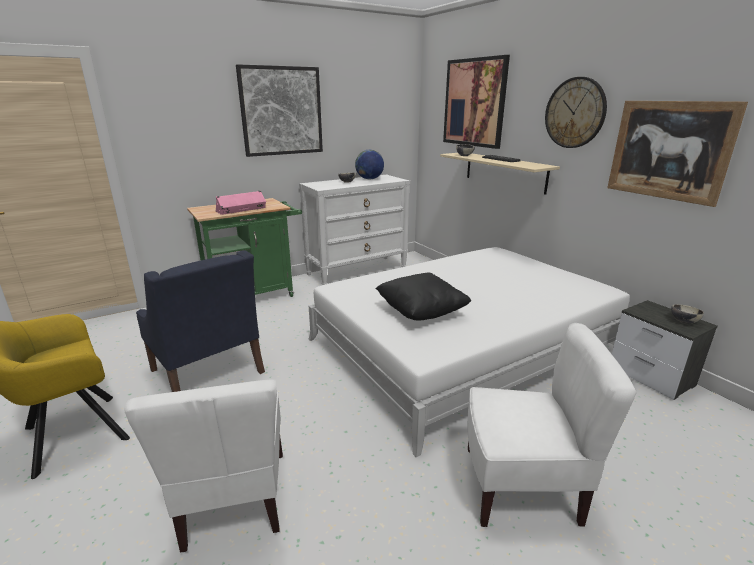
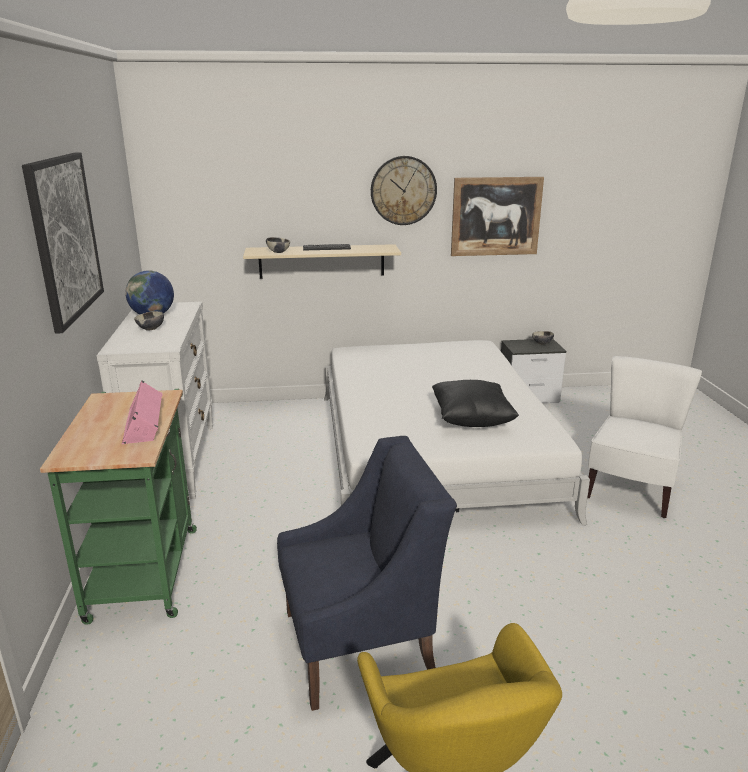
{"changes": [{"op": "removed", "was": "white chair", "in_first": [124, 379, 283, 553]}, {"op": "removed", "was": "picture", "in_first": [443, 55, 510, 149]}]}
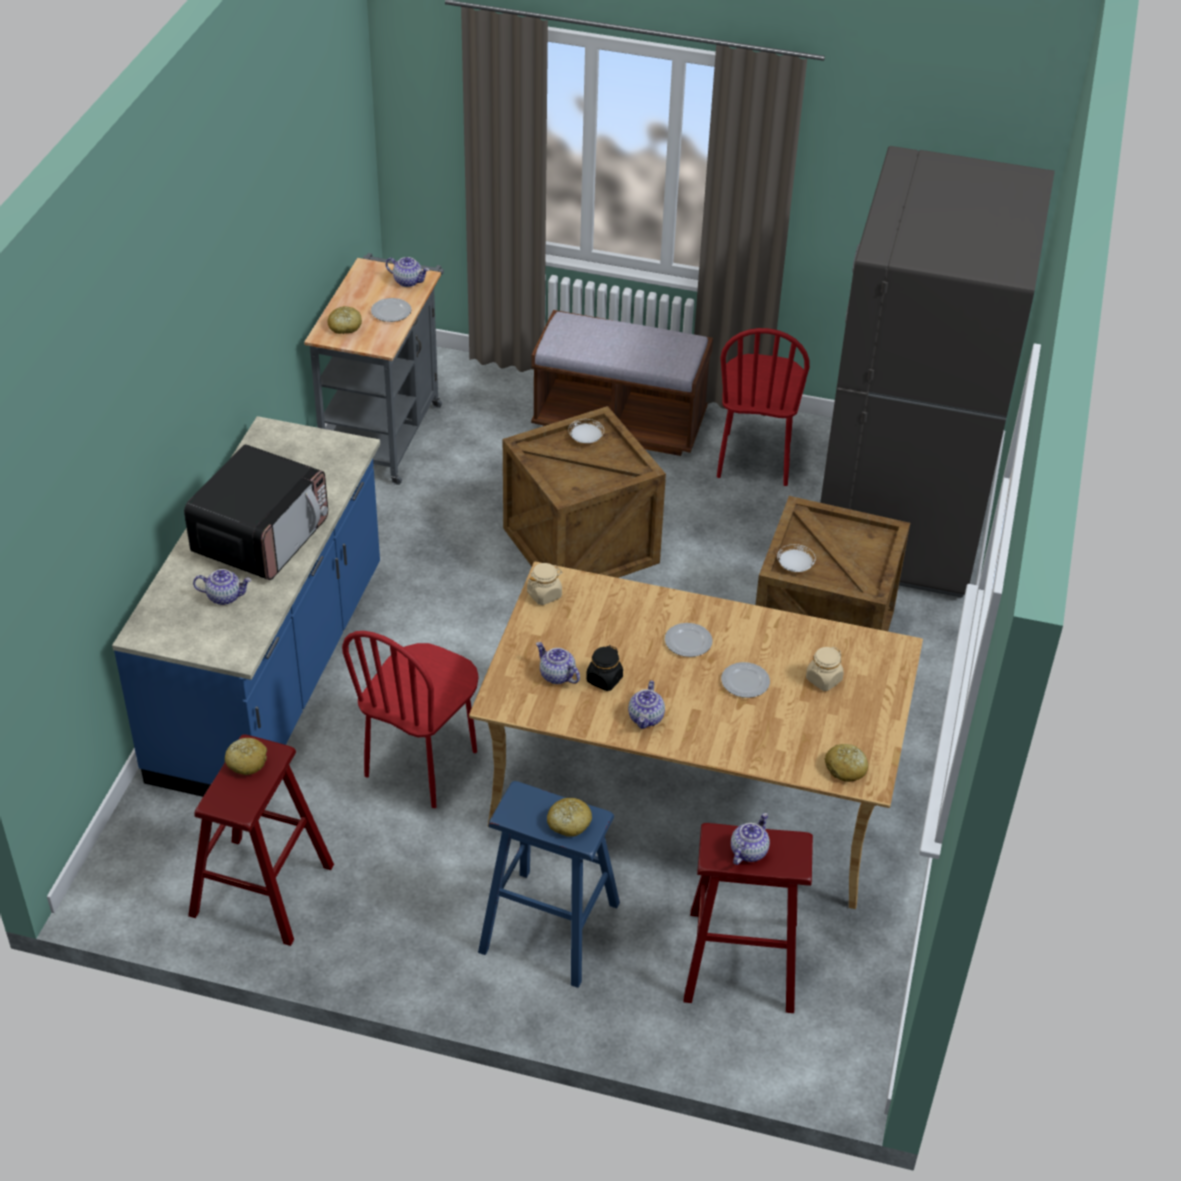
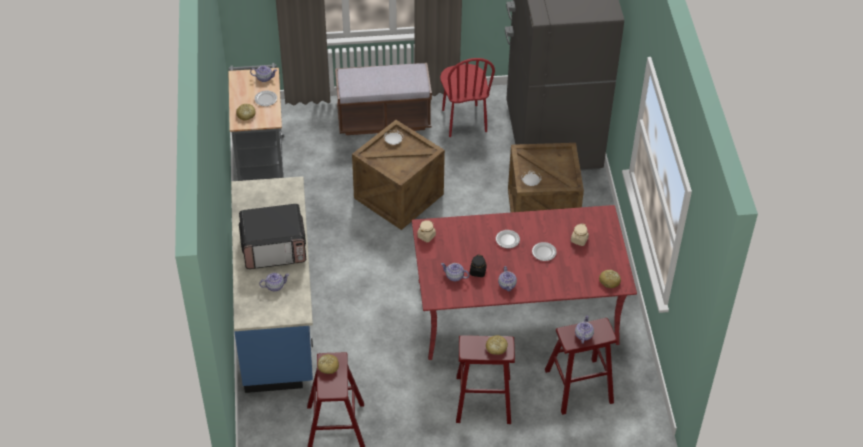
{"changes": [{"op": "removed", "was": "red chair", "in_first": [342, 631, 479, 808]}, {"op": "recoloured", "was": "beige dining table", "now": "red dining table", "in_first": [469, 562, 923, 909], "in_second": [412, 205, 637, 360]}, {"op": "recoloured", "was": "blue stool", "now": "red stool", "in_first": [478, 781, 620, 988], "in_second": [456, 335, 515, 424]}, {"op": "turned", "was": "microwave", "in_first": [184, 444, 328, 580], "in_second": [239, 204, 306, 269], "clockwise": 75}]}
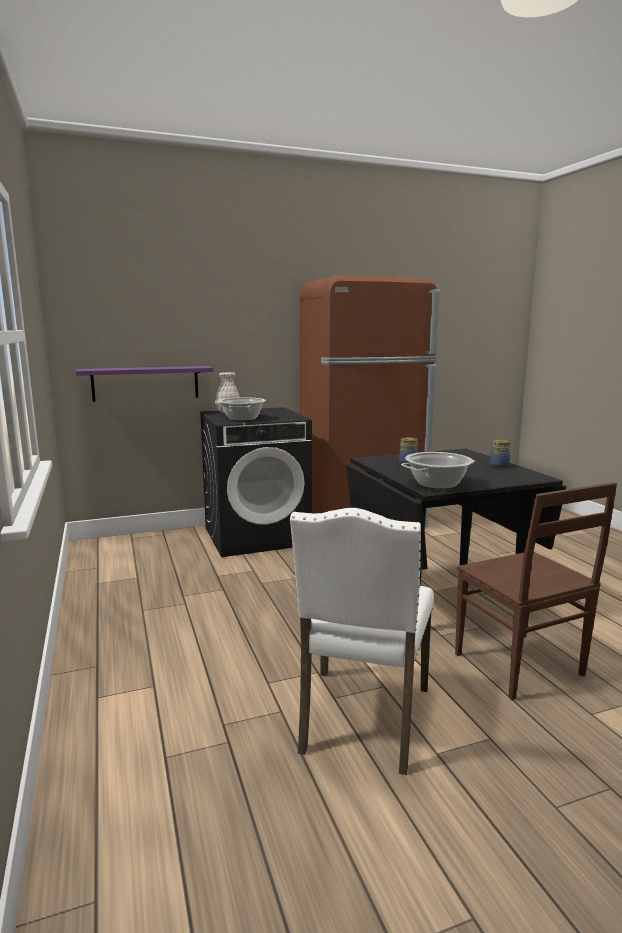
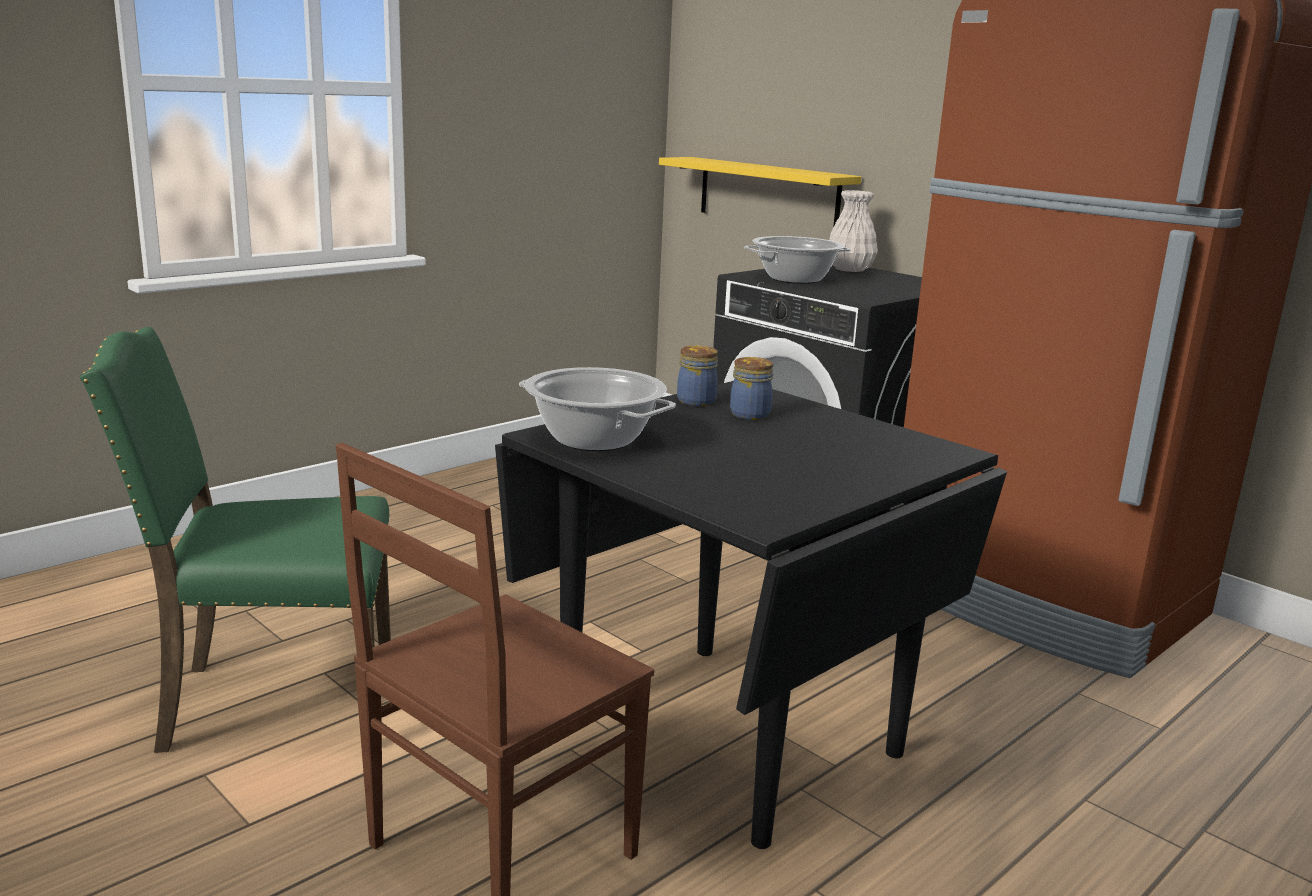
{"changes": [{"op": "moved", "was": "jar", "in_first": [489, 440, 511, 468], "in_second": [677, 345, 718, 406]}, {"op": "recoloured", "was": "purple shelf", "now": "yellow shelf", "in_first": [75, 366, 213, 402], "in_second": [659, 157, 861, 227]}, {"op": "recoloured", "was": "white chair", "now": "green chair", "in_first": [290, 508, 434, 775], "in_second": [80, 327, 391, 753]}]}
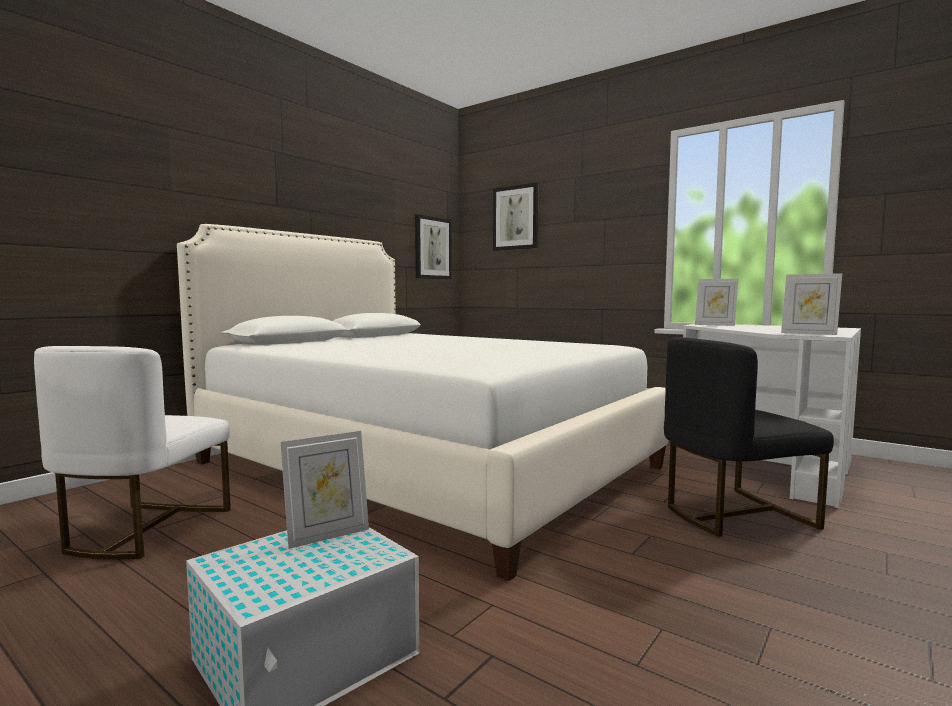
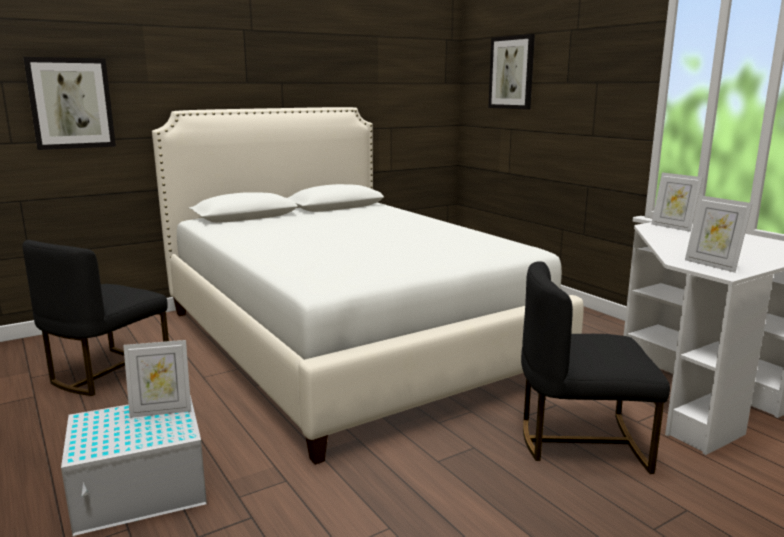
{"changes": [{"op": "moved", "was": "picture", "in_first": [415, 214, 452, 279], "in_second": [23, 57, 116, 150]}, {"op": "recoloured", "was": "white chair", "now": "black chair", "in_first": [34, 346, 231, 560], "in_second": [22, 240, 169, 396]}]}
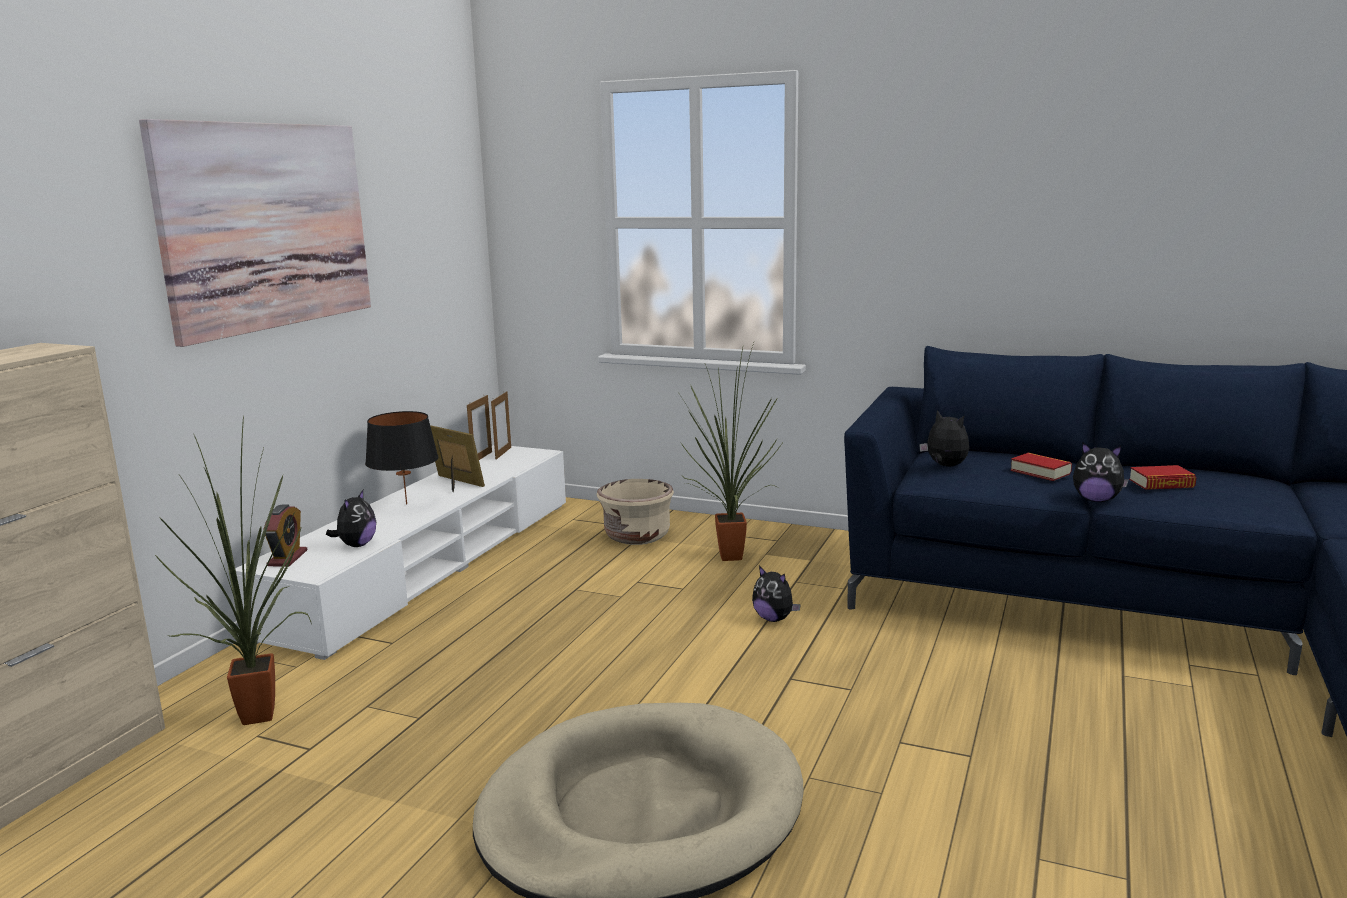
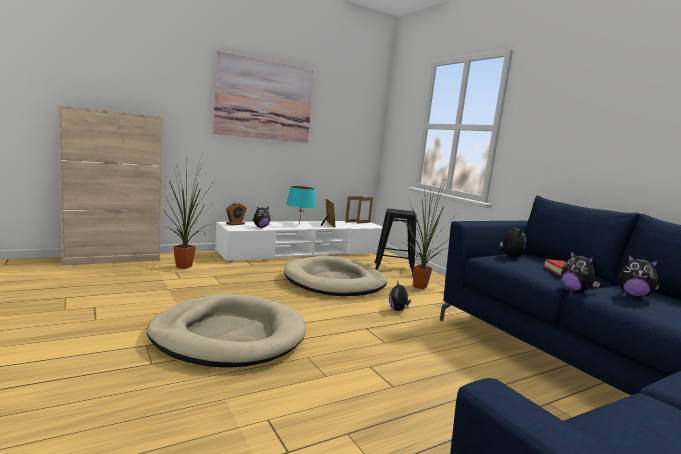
{"changes": [{"op": "added", "now": "beige dog bed", "in_second": [284, 256, 388, 296]}, {"op": "replaced", "was": "beige planter", "now": "black stool", "in_first": [596, 479, 674, 545], "in_second": [375, 208, 417, 277]}, {"op": "replaced", "was": "book", "now": "plush toy", "in_first": [1129, 465, 1196, 490], "in_second": [618, 254, 659, 297]}, {"op": "recoloured", "was": "black table lamp", "now": "turquoise table lamp", "in_first": [365, 411, 439, 505], "in_second": [287, 186, 316, 224]}]}
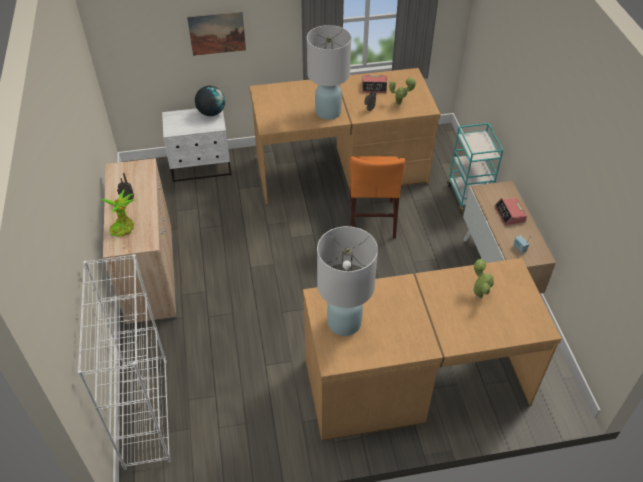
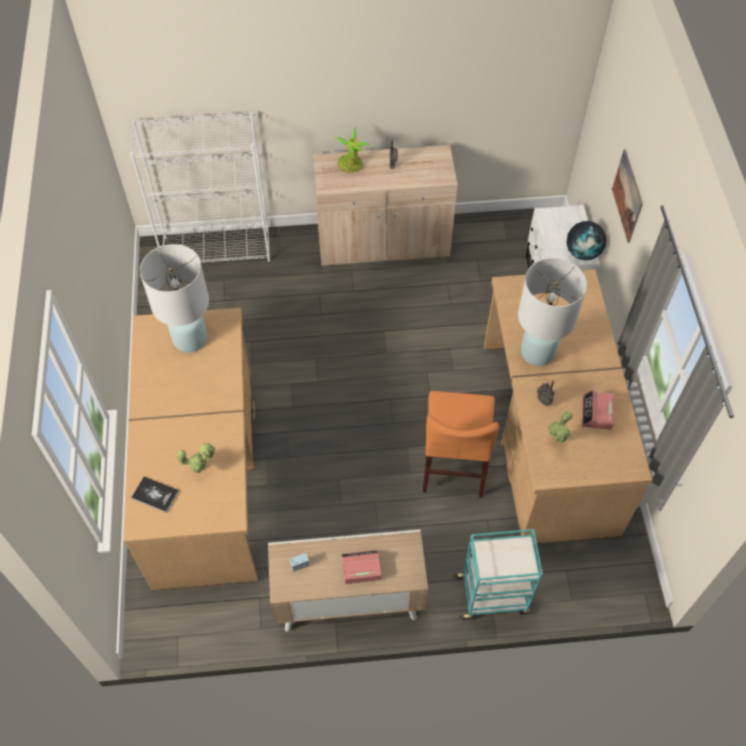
{"changes": [{"op": "added", "now": "book", "in_second": [131, 477, 179, 513]}, {"op": "turned", "was": "orange chair", "in_first": [349, 156, 405, 238], "in_second": [423, 391, 499, 498], "clockwise": -90}]}
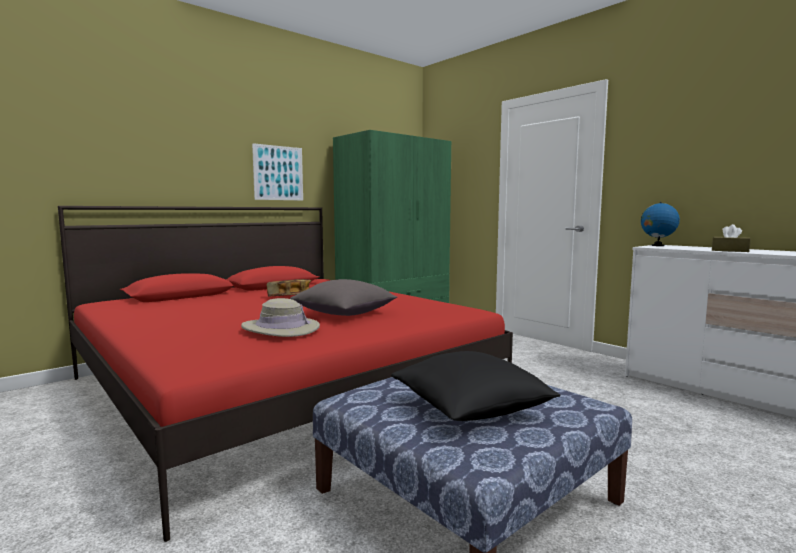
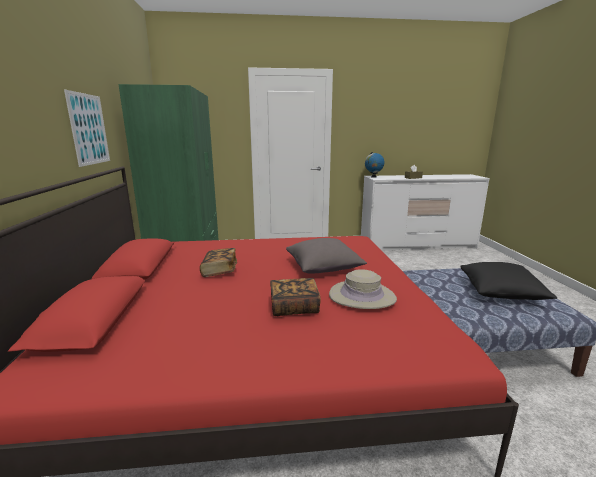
{"changes": [{"op": "added", "now": "book", "in_second": [270, 278, 321, 316]}]}
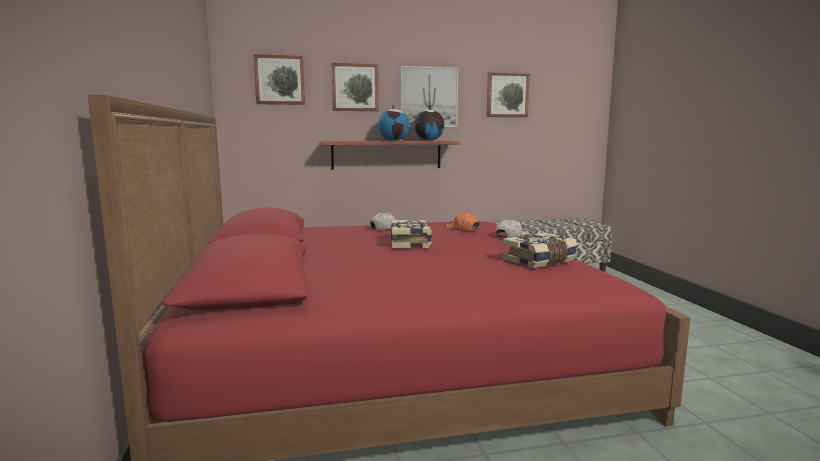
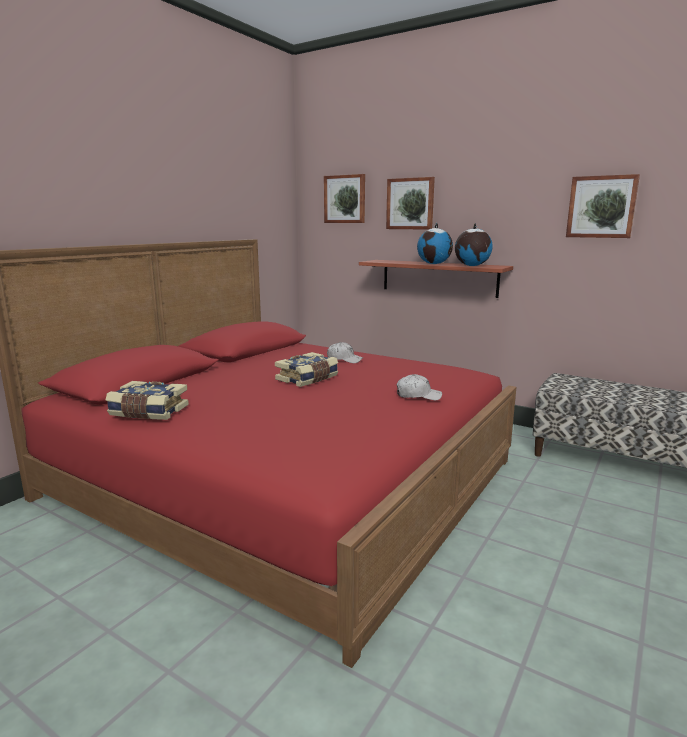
{"changes": [{"op": "removed", "was": "picture", "in_first": [400, 66, 458, 127]}, {"op": "removed", "was": "orange cap", "in_first": [446, 212, 479, 230]}, {"op": "moved", "was": "book", "in_first": [502, 232, 577, 268], "in_second": [106, 381, 189, 420]}]}
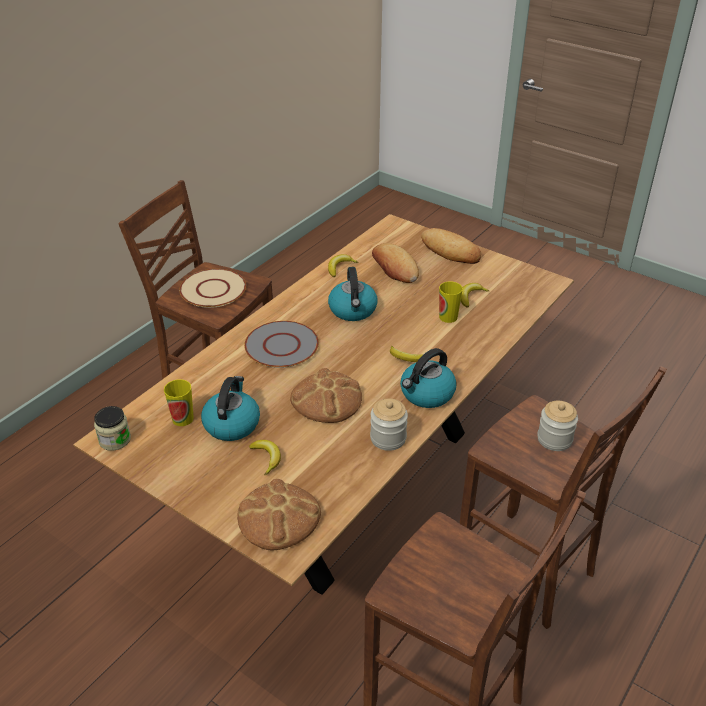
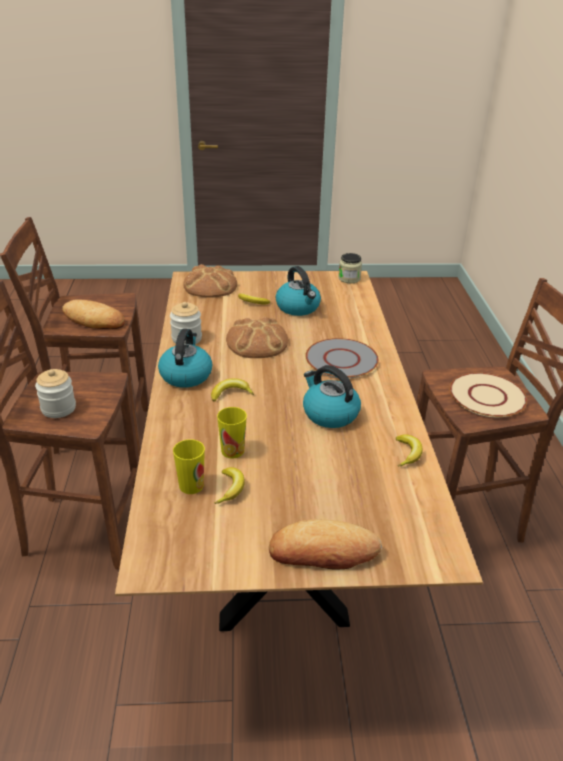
{"changes": [{"op": "moved", "was": "cup", "in_first": [164, 379, 194, 426], "in_second": [173, 439, 205, 494]}, {"op": "moved", "was": "bread", "in_first": [372, 243, 419, 283], "in_second": [62, 299, 125, 329]}]}
